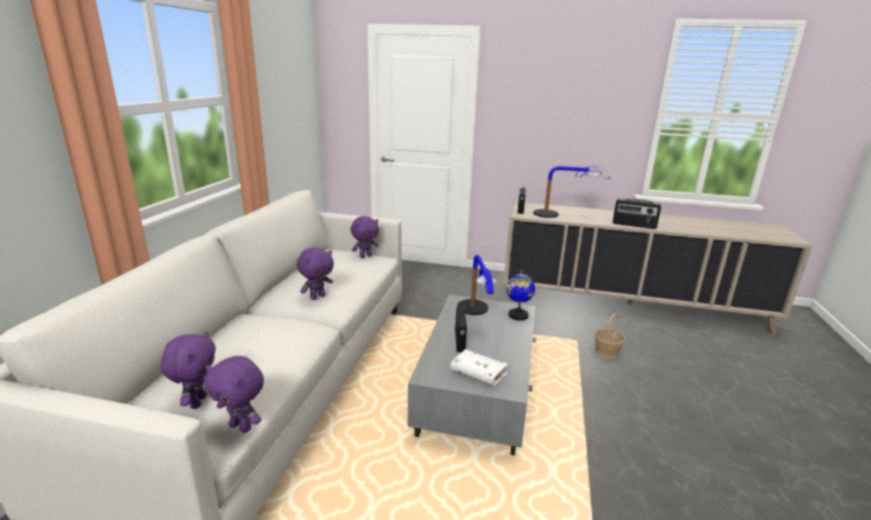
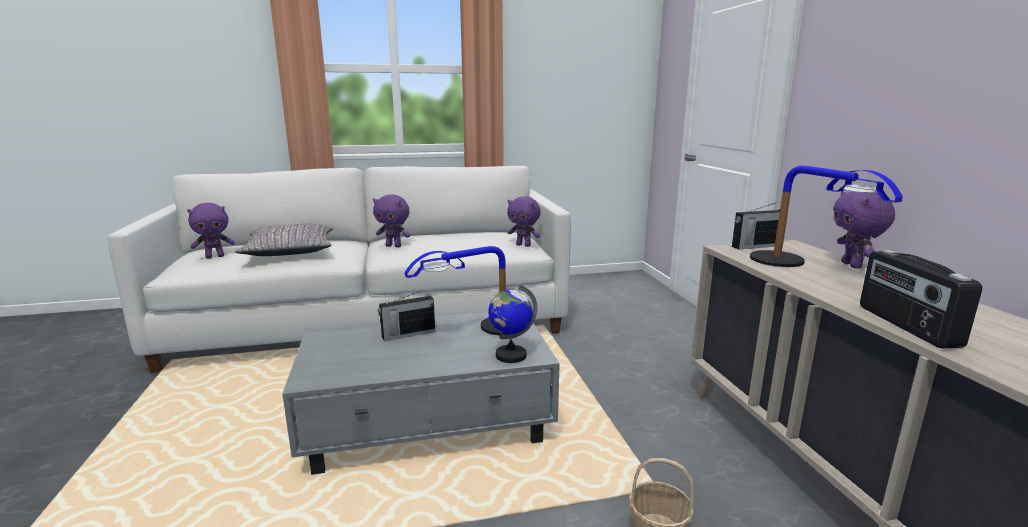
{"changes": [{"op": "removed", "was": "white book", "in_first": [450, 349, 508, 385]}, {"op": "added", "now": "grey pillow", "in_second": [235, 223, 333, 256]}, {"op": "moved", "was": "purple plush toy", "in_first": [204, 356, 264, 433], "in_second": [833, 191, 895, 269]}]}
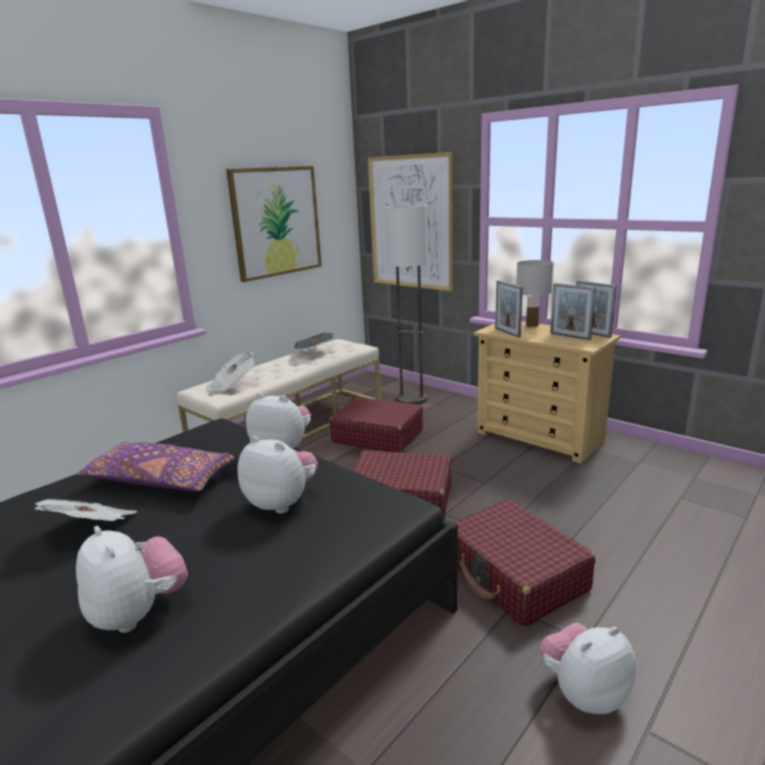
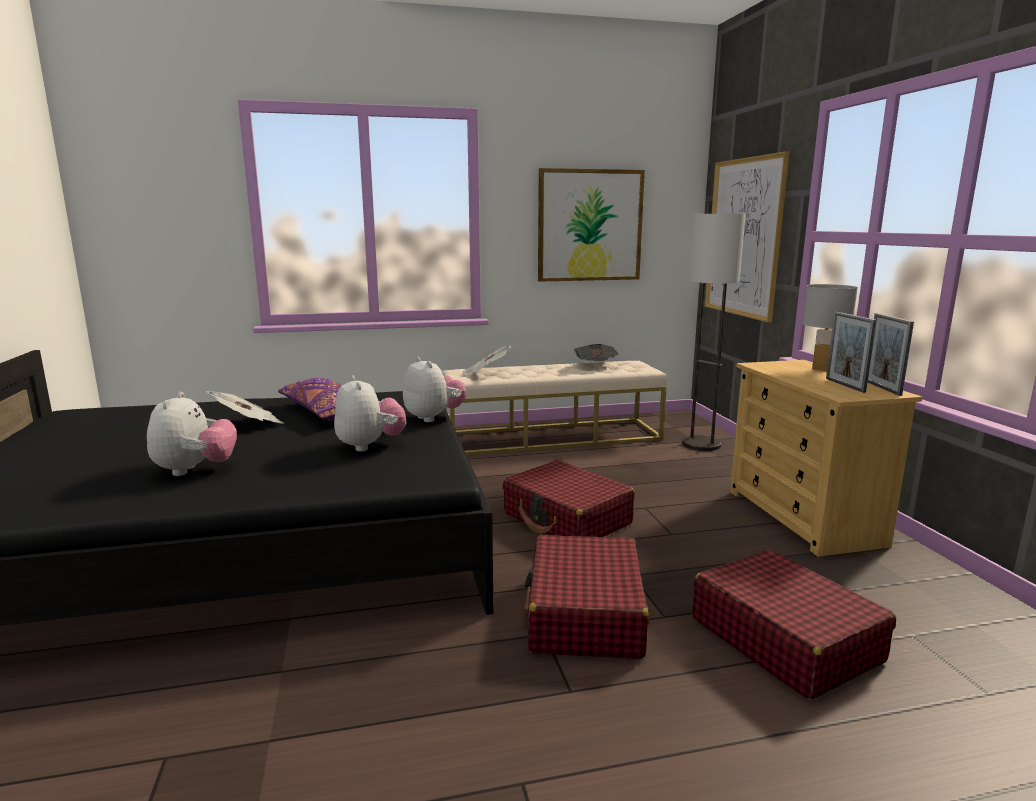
{"changes": [{"op": "removed", "was": "picture frame", "in_first": [495, 280, 523, 338]}, {"op": "removed", "was": "plush toy", "in_first": [539, 623, 636, 714]}, {"op": "moved", "was": "red suitcase", "in_first": [330, 397, 423, 453], "in_second": [692, 550, 896, 700]}]}
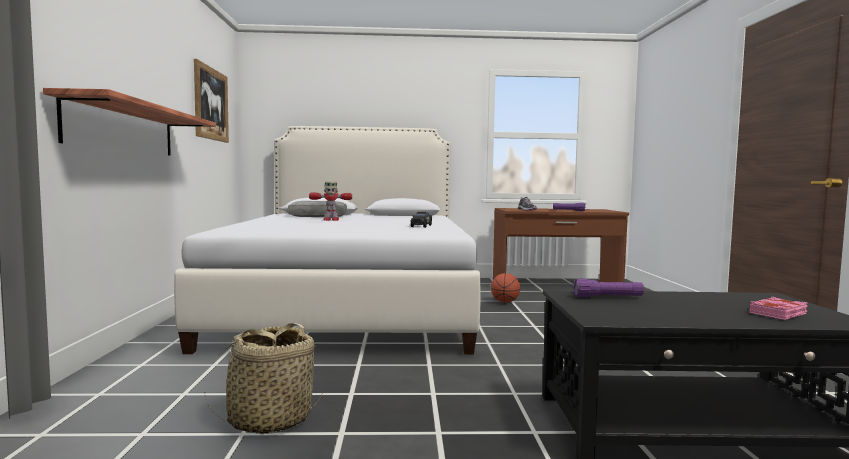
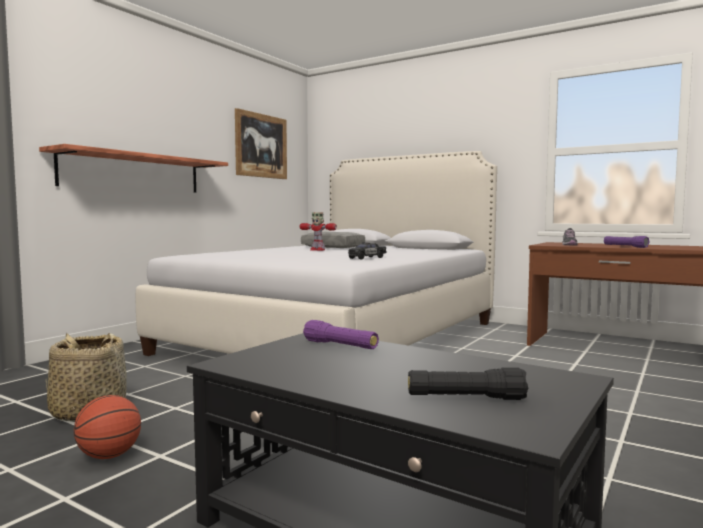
{"changes": [{"op": "moved", "was": "basketball", "in_first": [491, 273, 520, 303], "in_second": [74, 395, 141, 459]}, {"op": "replaced", "was": "pink book", "now": "black flashlight", "in_first": [749, 297, 808, 320], "in_second": [408, 367, 528, 400]}]}
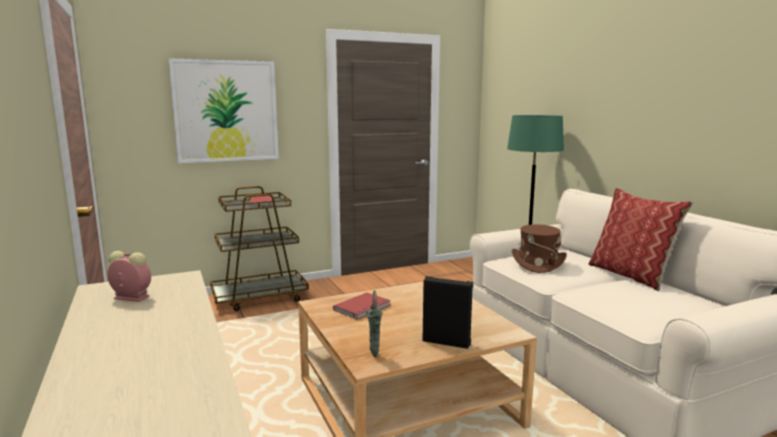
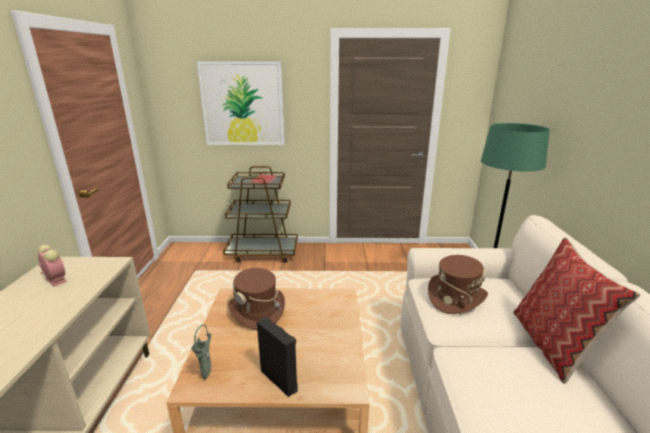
{"changes": [{"op": "replaced", "was": "red book", "now": "brown hat", "in_first": [333, 293, 391, 320], "in_second": [228, 268, 285, 330]}]}
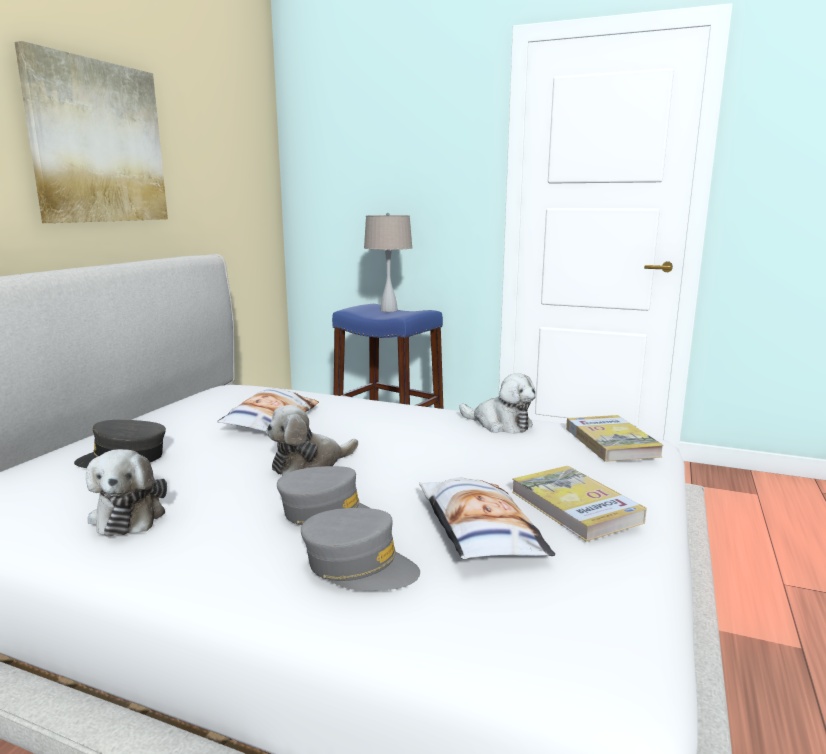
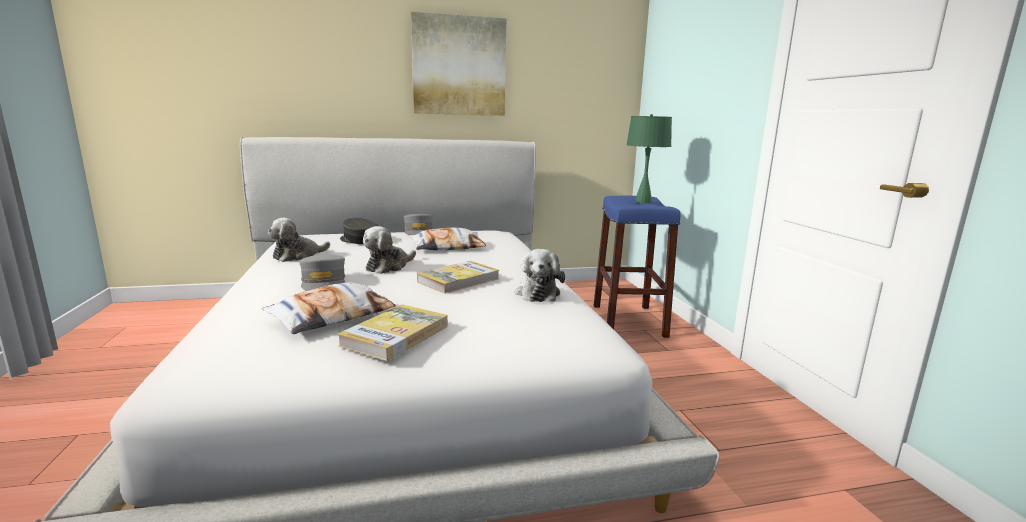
{"changes": [{"op": "moved", "was": "grey cap", "in_first": [301, 508, 420, 591], "in_second": [404, 214, 433, 235]}, {"op": "moved", "was": "book", "in_first": [566, 415, 664, 462], "in_second": [417, 261, 499, 294]}, {"op": "recoloured", "was": "beige table lamp", "now": "green table lamp", "in_first": [364, 213, 413, 312], "in_second": [626, 114, 672, 203]}, {"op": "turned", "was": "plush toy", "in_first": [266, 405, 358, 476], "in_second": [363, 226, 416, 274], "clockwise": -75}]}
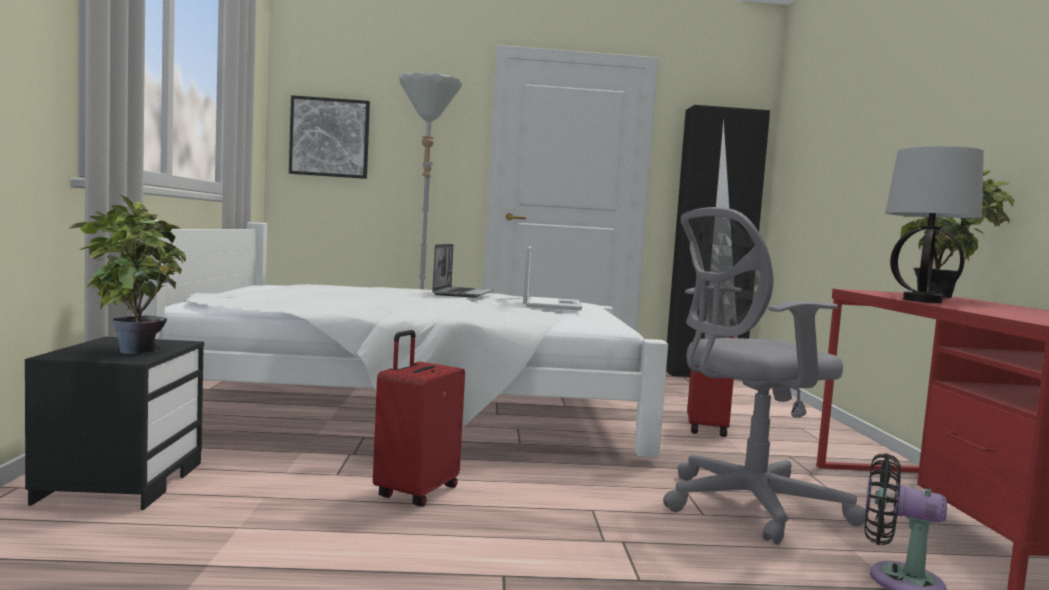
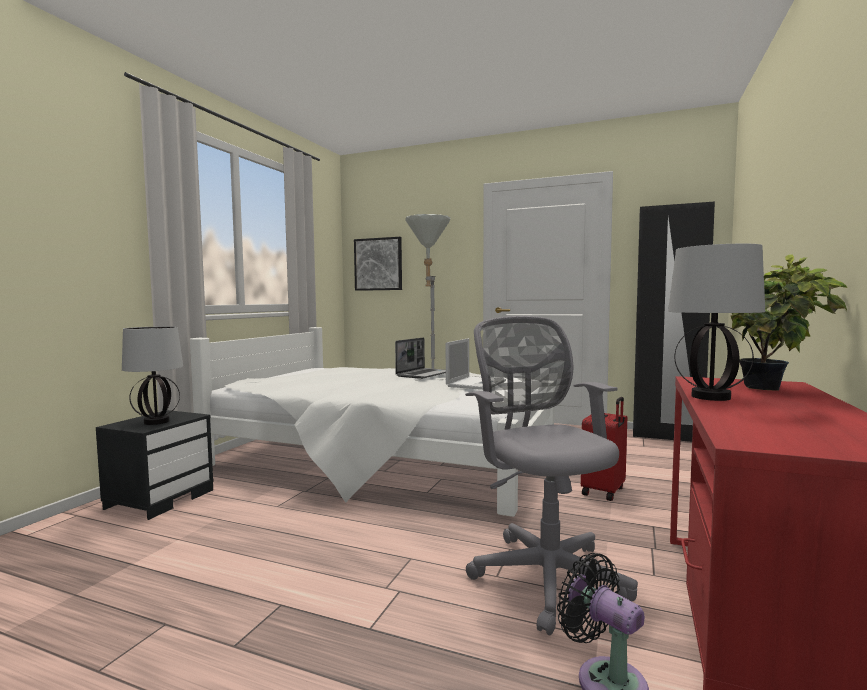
{"changes": [{"op": "removed", "was": "red suitcase", "in_first": [373, 330, 465, 507]}, {"op": "replaced", "was": "potted plant", "now": "table lamp", "in_first": [69, 194, 186, 354], "in_second": [122, 326, 183, 425]}, {"op": "turned", "was": "grey office chair", "in_first": [663, 207, 869, 545], "in_second": [465, 316, 638, 635], "clockwise": 60}]}
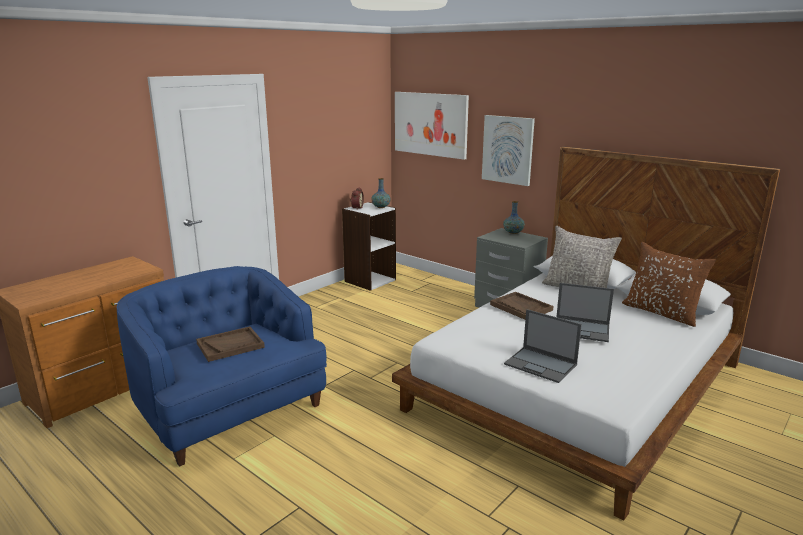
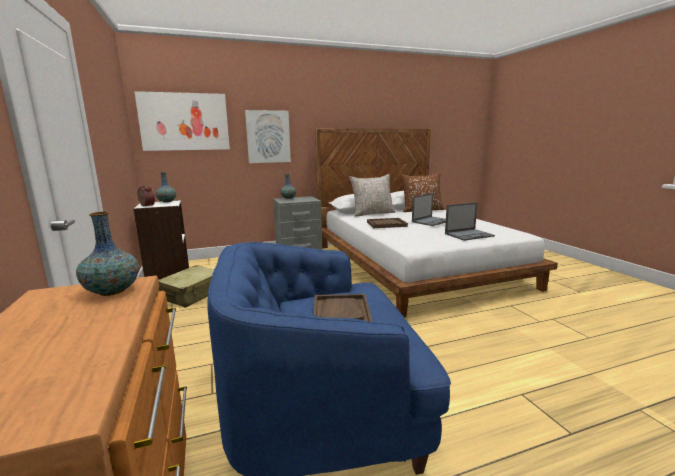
{"changes": [{"op": "added", "now": "vase", "in_second": [76, 212, 139, 296]}, {"op": "added", "now": "beige suitcase", "in_second": [159, 265, 214, 308]}]}
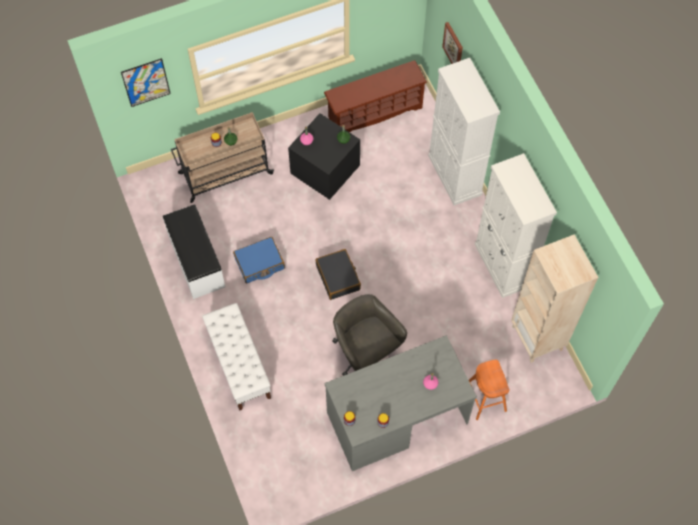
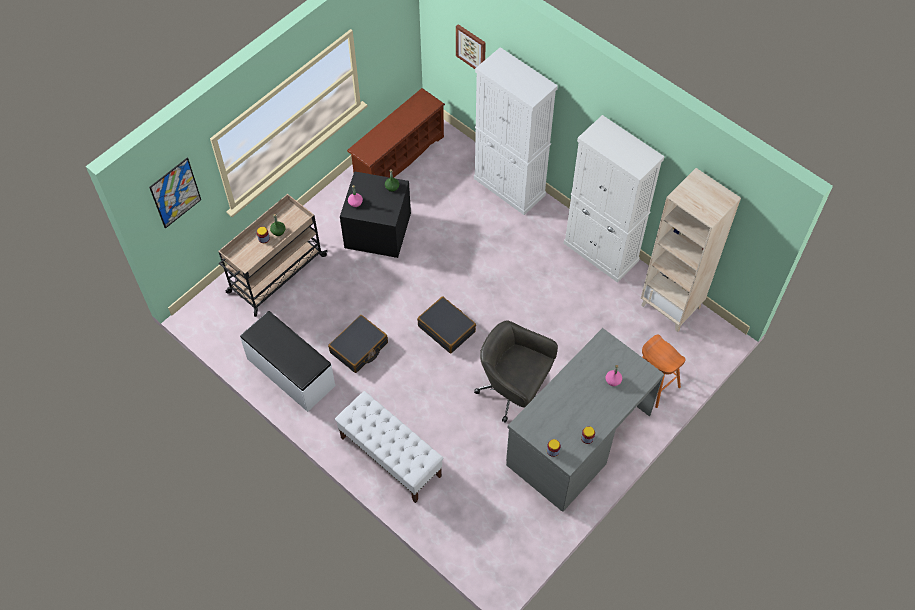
{"changes": [{"op": "recoloured", "was": "blue suitcase", "now": "black suitcase", "in_first": [233, 237, 285, 283], "in_second": [328, 315, 388, 373]}]}
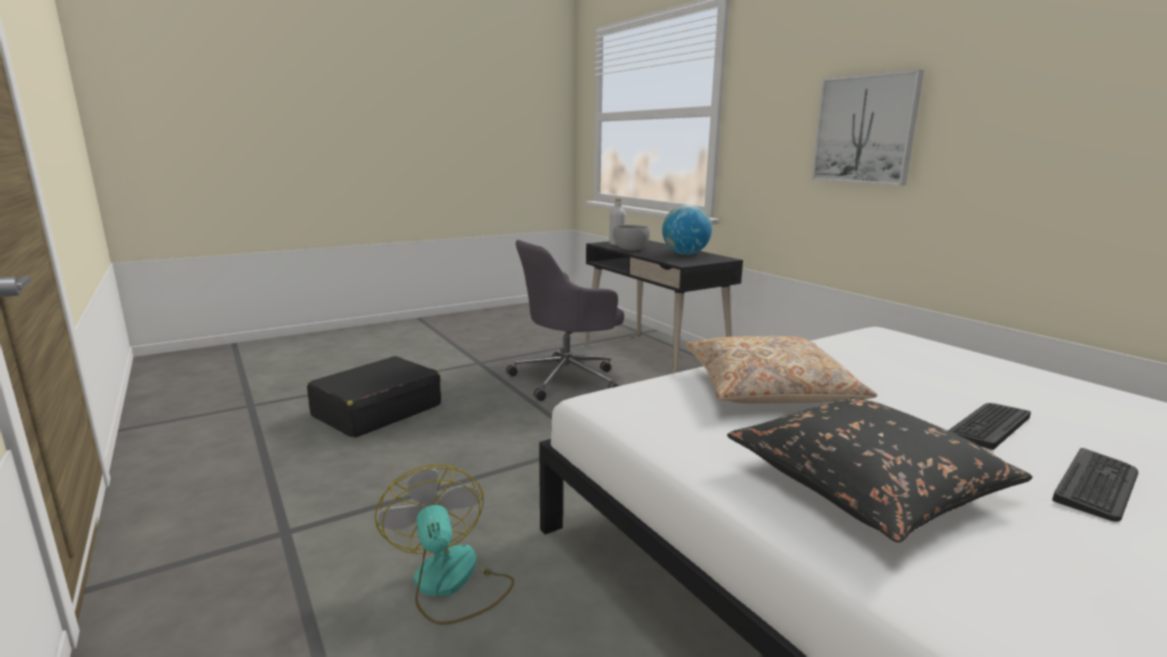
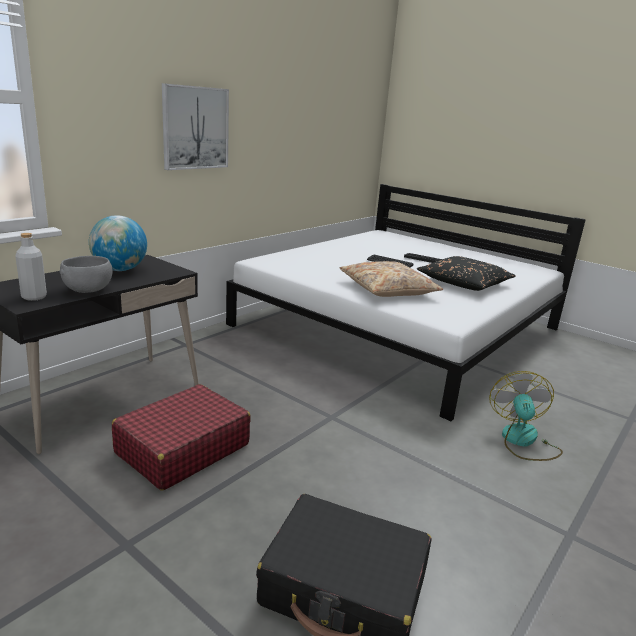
{"changes": [{"op": "replaced", "was": "grey office chair", "now": "red suitcase", "in_first": [506, 240, 624, 401], "in_second": [112, 384, 251, 491]}, {"op": "turned", "was": "fan", "in_first": [375, 464, 514, 625], "in_second": [489, 371, 563, 461], "clockwise": 135}]}
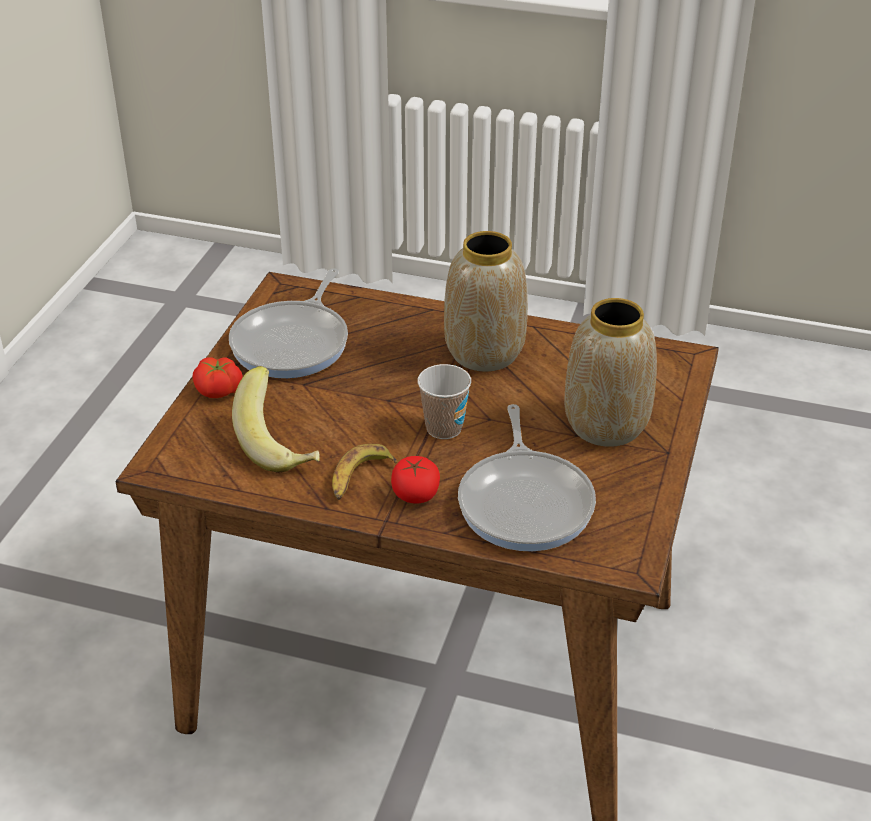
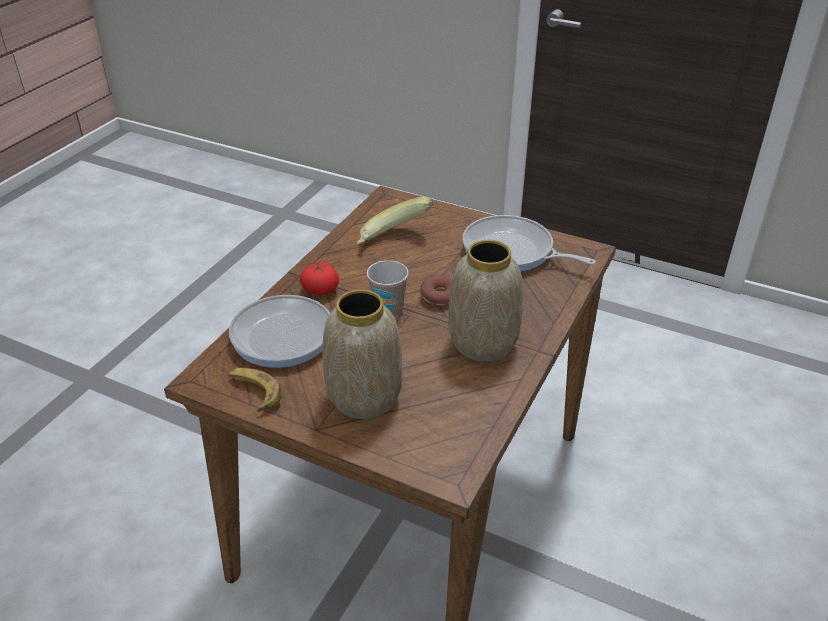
{"changes": [{"op": "removed", "was": "tomato", "in_first": [193, 357, 243, 398]}, {"op": "added", "now": "donut", "in_second": [420, 275, 453, 306]}, {"op": "moved", "was": "banana", "in_first": [332, 444, 397, 500], "in_second": [228, 368, 282, 412]}]}
